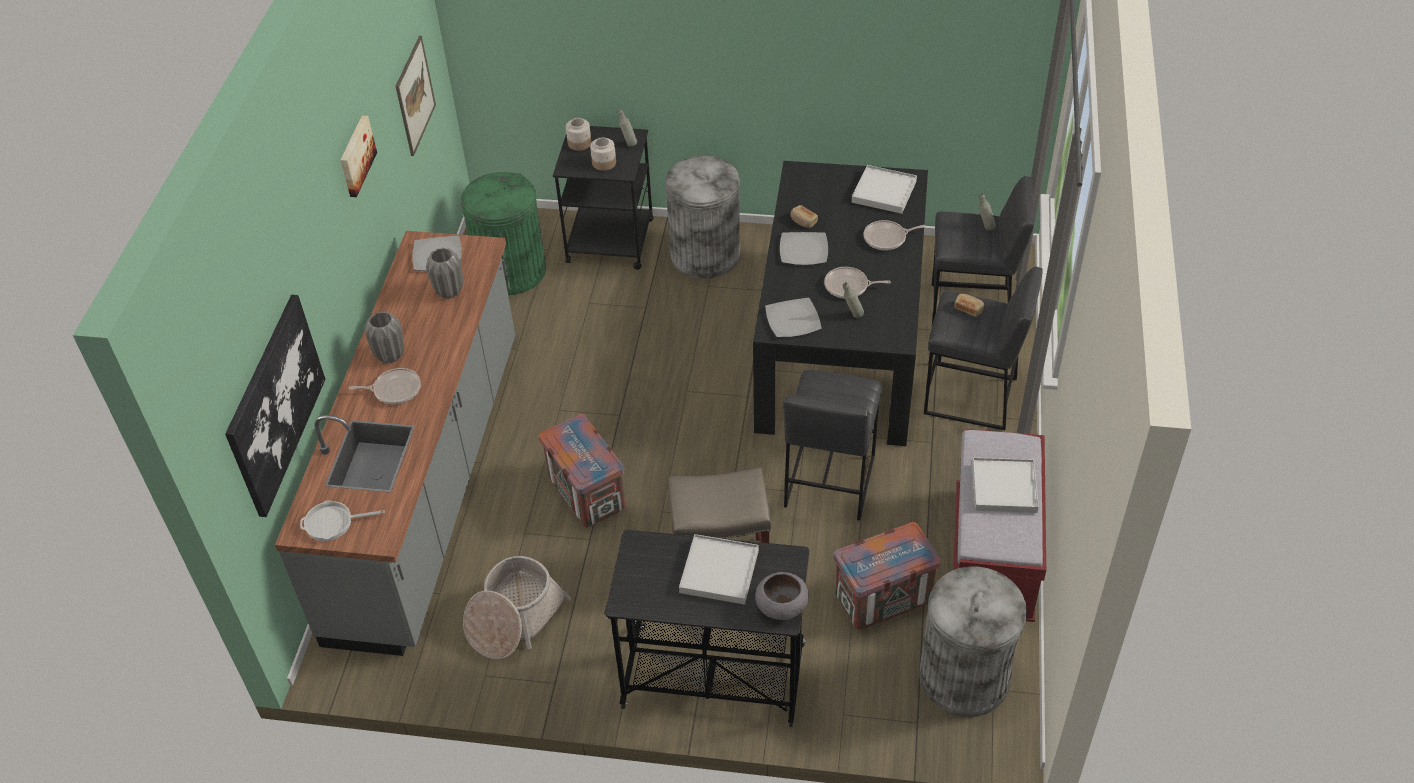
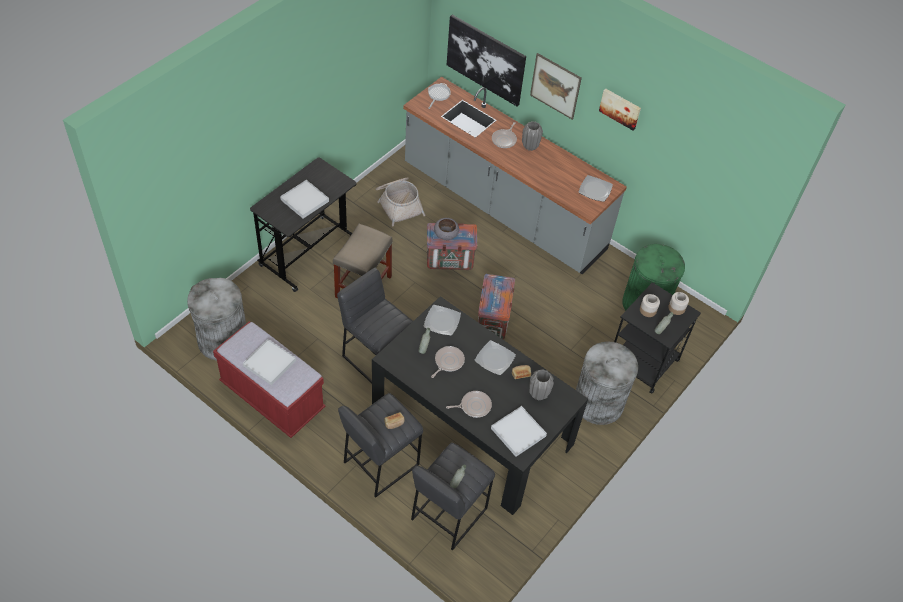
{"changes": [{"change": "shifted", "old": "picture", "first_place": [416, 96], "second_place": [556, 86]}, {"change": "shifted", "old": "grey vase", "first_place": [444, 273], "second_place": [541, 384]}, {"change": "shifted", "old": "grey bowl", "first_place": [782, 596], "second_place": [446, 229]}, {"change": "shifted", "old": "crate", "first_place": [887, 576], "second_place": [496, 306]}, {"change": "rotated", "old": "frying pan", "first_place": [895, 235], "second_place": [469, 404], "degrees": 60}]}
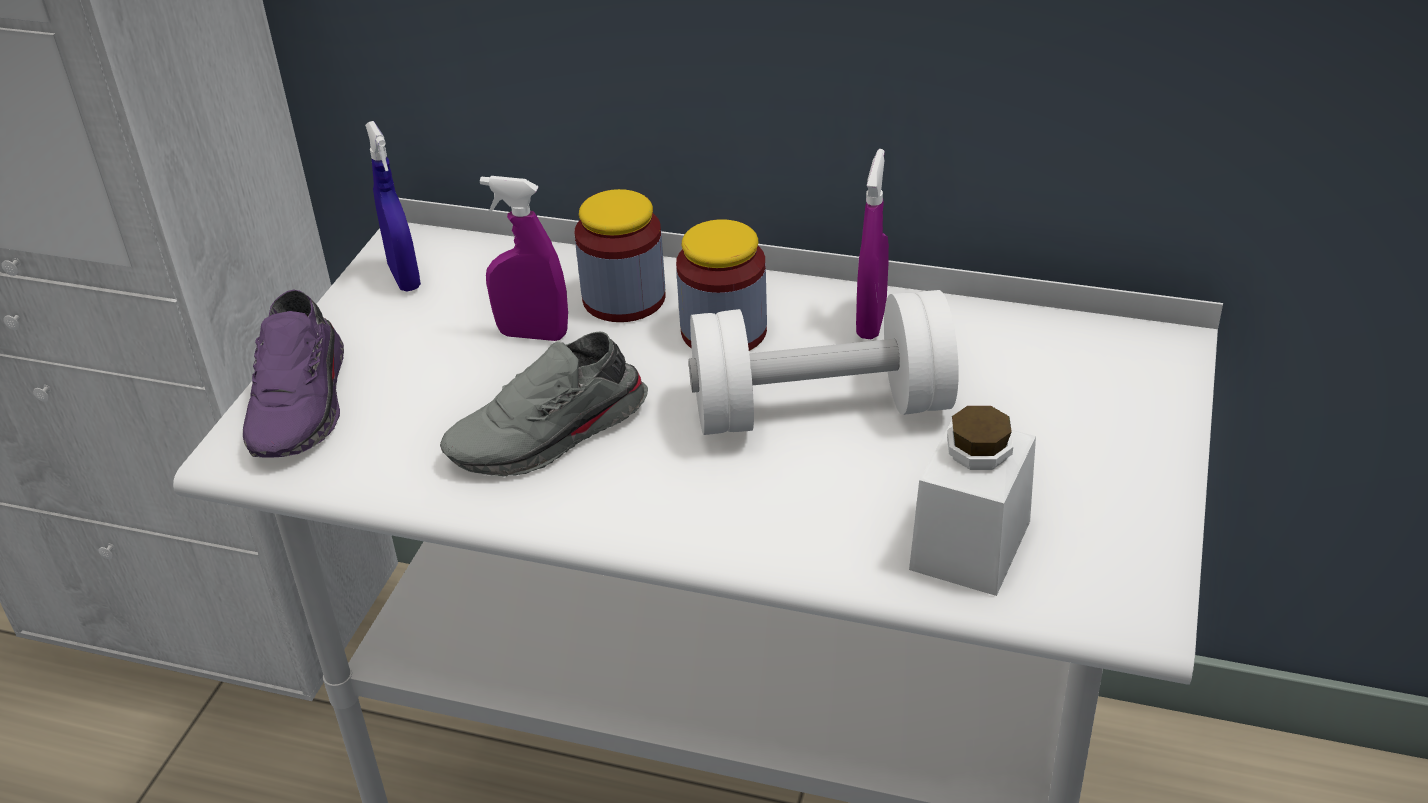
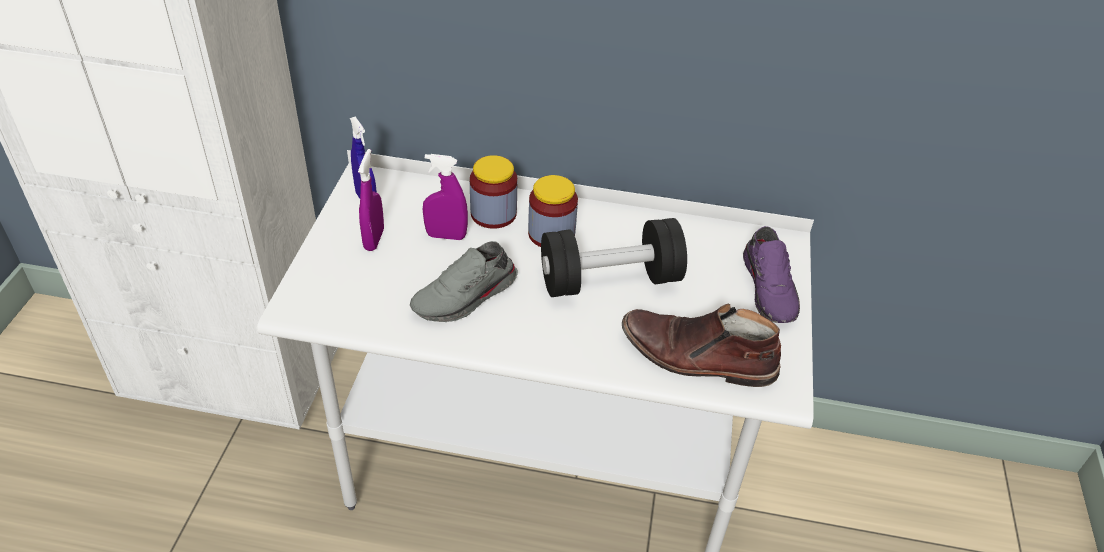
{"changes": [{"change": "shifted", "old": "purple shoe", "first_place": [293, 374], "second_place": [771, 274]}, {"change": "repainted", "old": "white dumbbell", "new": "black dumbbell", "first_place": [824, 362], "second_place": [614, 257]}, {"change": "shifted", "old": "purple spray bottle", "first_place": [872, 244], "second_place": [371, 200]}, {"change": "swapped", "old": "white jar", "new": "brown boot", "first_place": [972, 501], "second_place": [701, 345]}]}
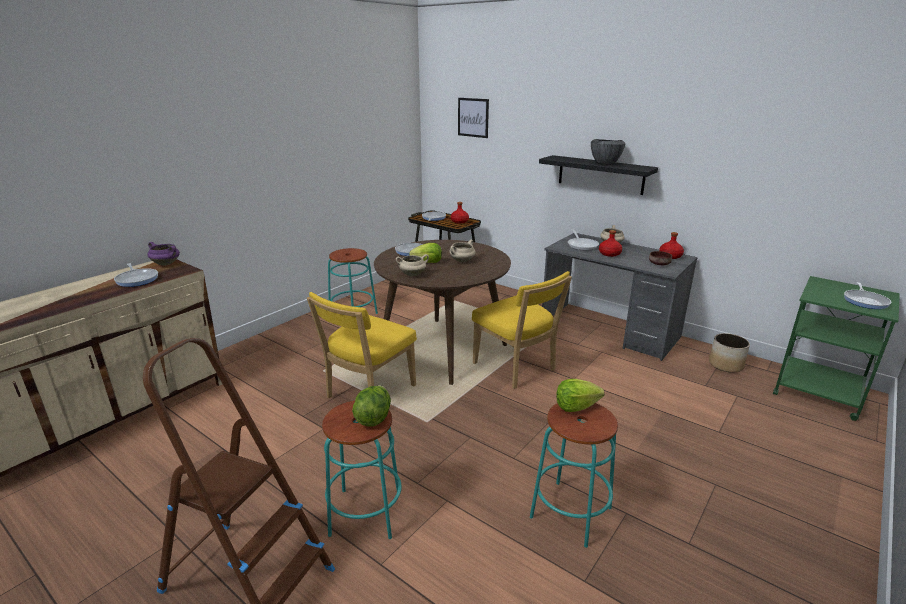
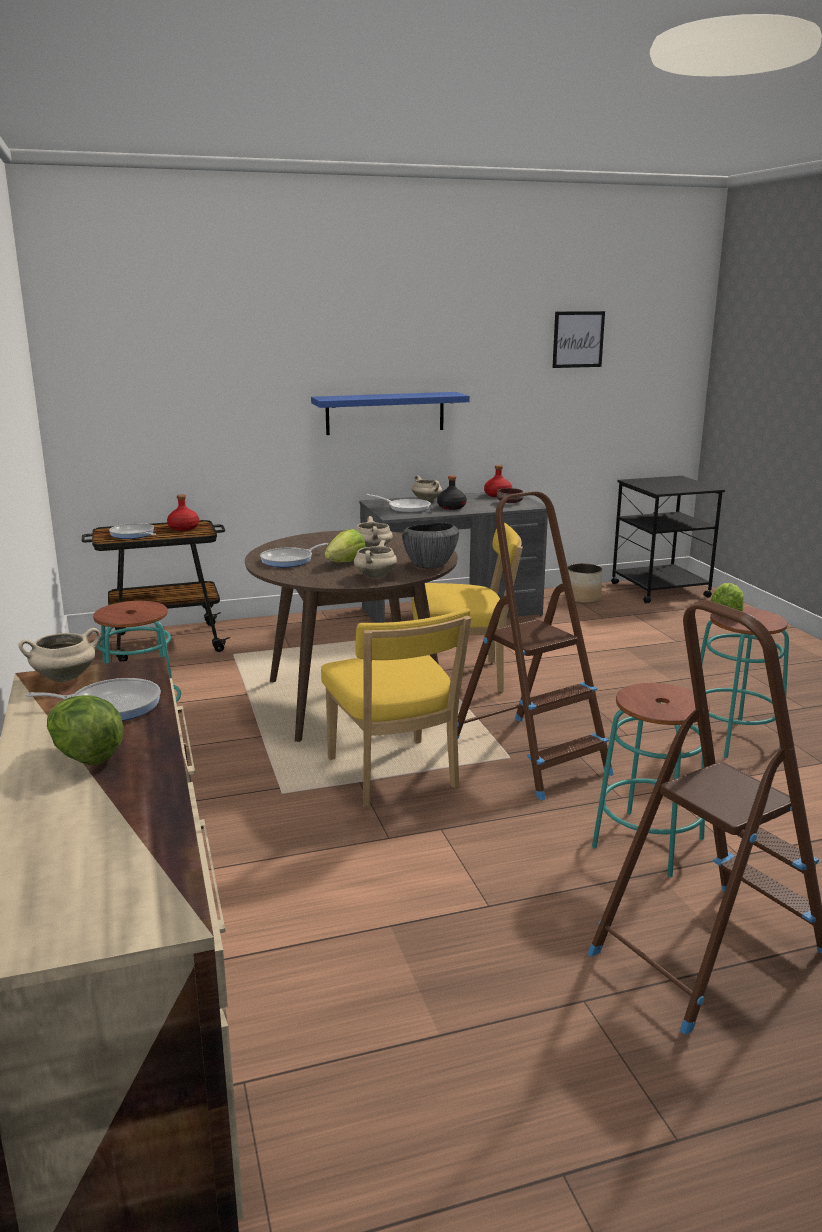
{"changes": [{"change": "repainted", "old": "purple cooking pot", "new": "beige cooking pot", "first_place": [164, 253], "second_place": [59, 655]}, {"change": "shifted", "old": "lettuce", "first_place": [371, 406], "second_place": [85, 730]}, {"change": "shifted", "old": "picture", "first_place": [473, 118], "second_place": [578, 339]}, {"change": "repainted", "old": "black shelf", "new": "blue shelf", "first_place": [598, 175], "second_place": [390, 413]}, {"change": "shifted", "old": "bowl", "first_place": [608, 152], "second_place": [430, 545]}, {"change": "repainted", "old": "red bottle", "new": "black bottle", "first_place": [610, 243], "second_place": [452, 492]}, {"change": "repainted", "old": "green cart", "new": "black cart", "first_place": [836, 348], "second_place": [668, 539]}, {"change": "gone", "old": "frying pan", "first_place": [867, 295]}, {"change": "new", "new": "brown step ladder", "second_place": [535, 645]}]}
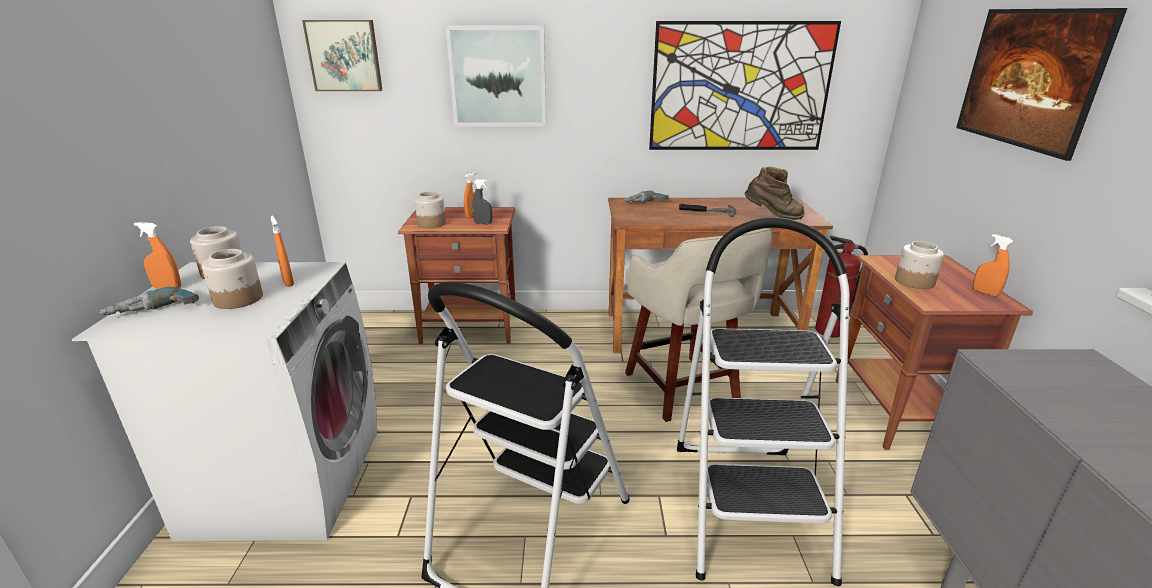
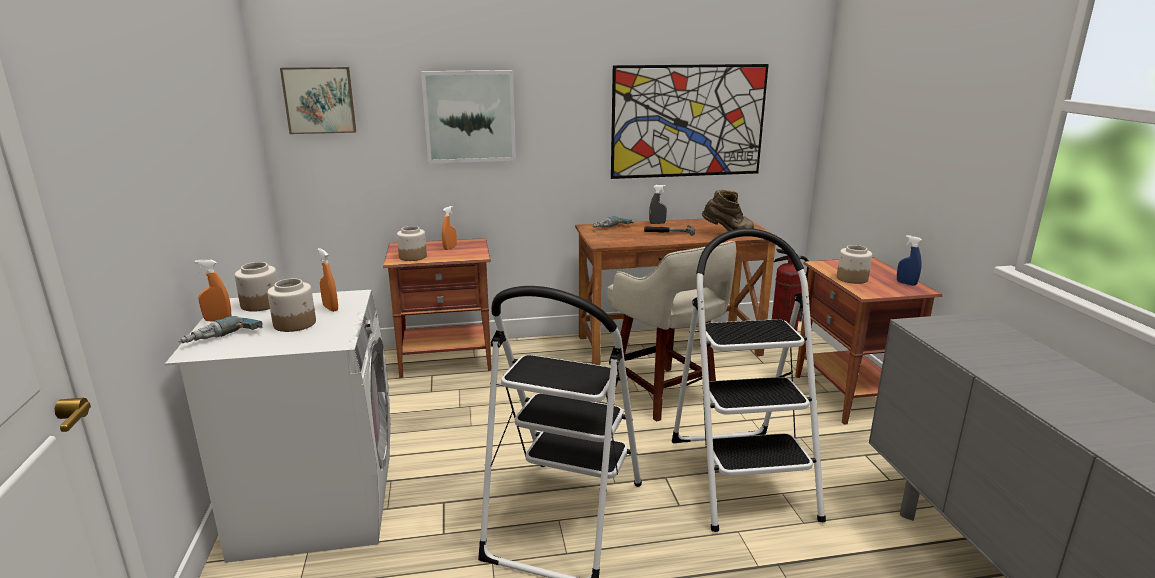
{"changes": [{"change": "shifted", "old": "grey spray bottle", "first_place": [482, 201], "second_place": [658, 204]}, {"change": "gone", "old": "picture", "first_place": [1041, 84]}, {"change": "repainted", "old": "orange spray bottle", "new": "blue spray bottle", "first_place": [993, 265], "second_place": [909, 260]}]}
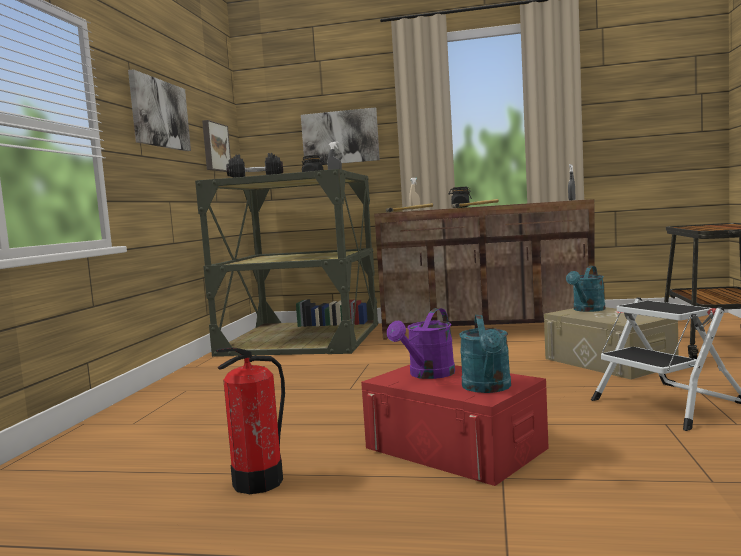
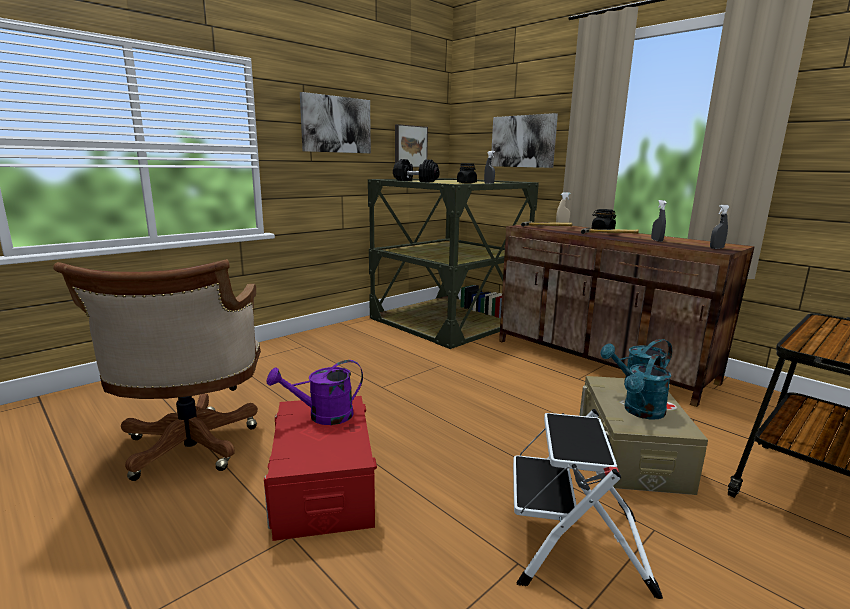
{"changes": [{"change": "swapped", "old": "fire extinguisher", "new": "office chair", "first_place": [250, 420], "second_place": [157, 370]}, {"change": "shifted", "old": "turquoise watering can", "first_place": [485, 353], "second_place": [648, 387]}, {"change": "new", "new": "grey spray bottle", "second_place": [659, 221]}]}
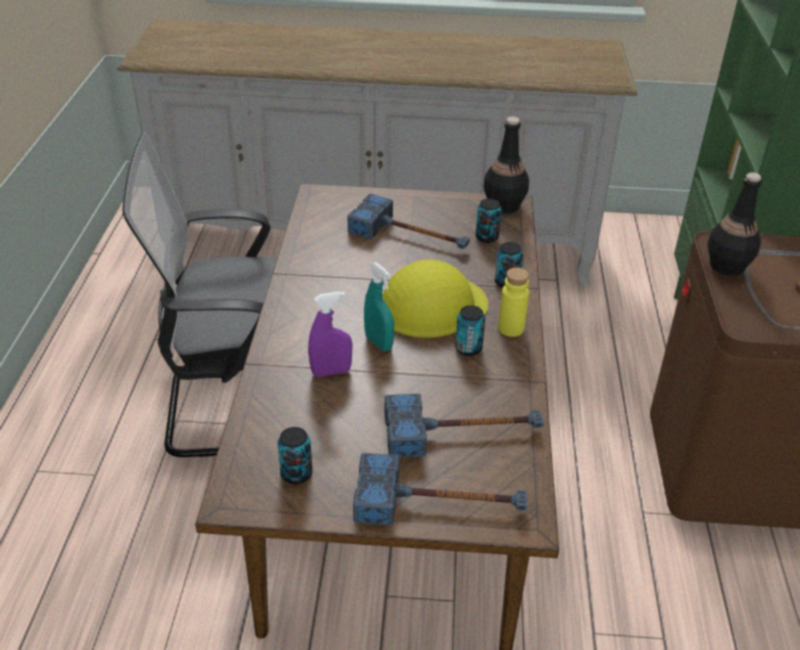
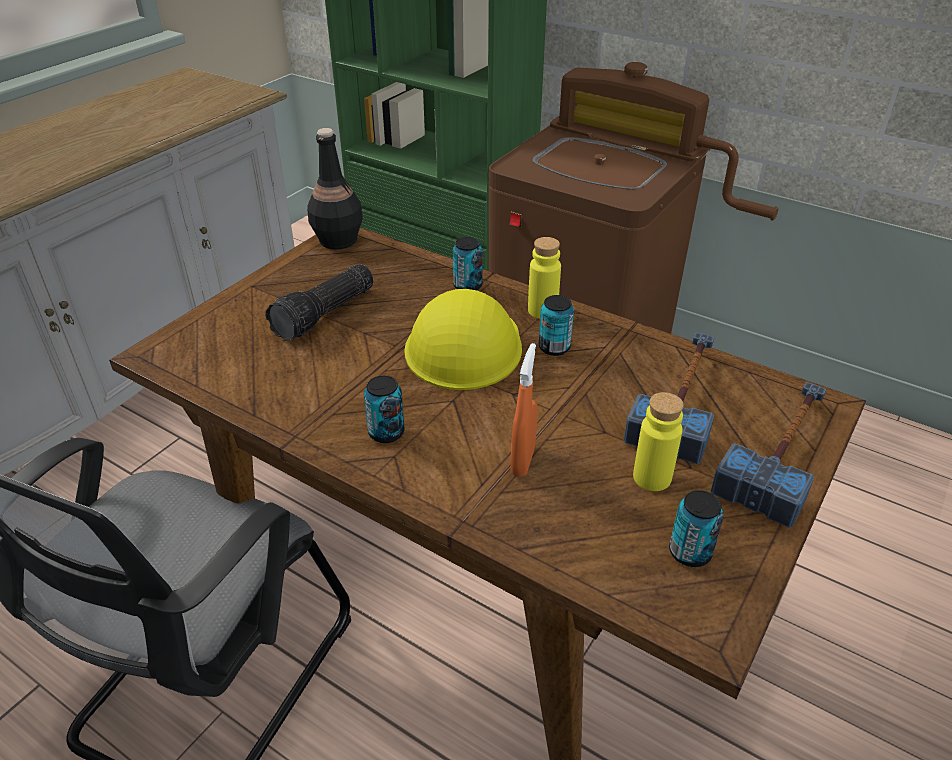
{"changes": [{"change": "repainted", "old": "purple spray bottle", "new": "orange spray bottle", "first_place": [330, 334], "second_place": [524, 410]}, {"change": "swapped", "old": "hammer", "new": "flashlight", "first_place": [408, 221], "second_place": [320, 303]}, {"change": "gone", "old": "turquoise spray bottle", "first_place": [379, 306]}, {"change": "shifted", "old": "can", "first_place": [488, 220], "second_place": [384, 409]}, {"change": "gone", "old": "black bottle", "first_place": [735, 224]}, {"change": "new", "new": "yellow bottle", "second_place": [658, 441]}]}
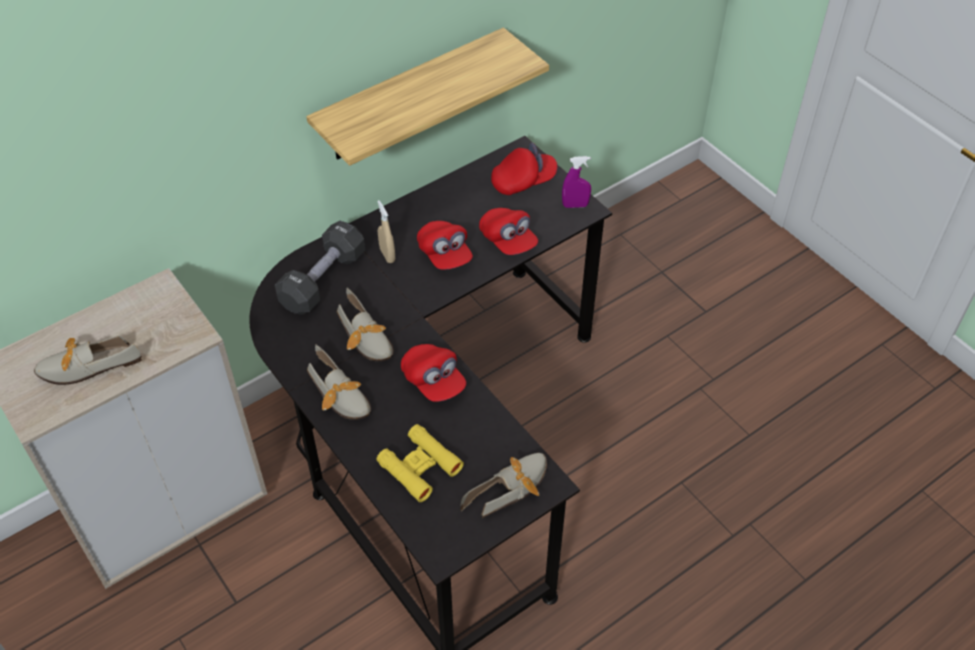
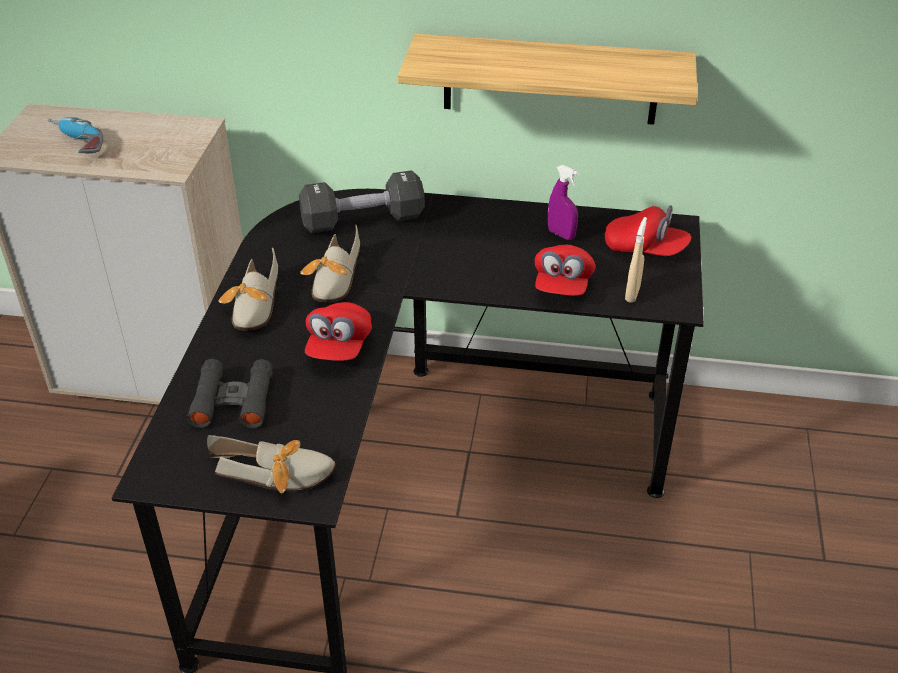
{"changes": [{"change": "swapped", "old": "shoe", "new": "power drill", "first_place": [88, 360], "second_place": [75, 135]}, {"change": "repainted", "old": "yellow binoculars", "new": "black binoculars", "first_place": [420, 463], "second_place": [230, 393]}, {"change": "shifted", "old": "beige spray bottle", "first_place": [386, 231], "second_place": [636, 260]}, {"change": "gone", "old": "red cap", "first_place": [445, 245]}, {"change": "shifted", "old": "purple spray bottle", "first_place": [576, 182], "second_place": [563, 202]}]}
